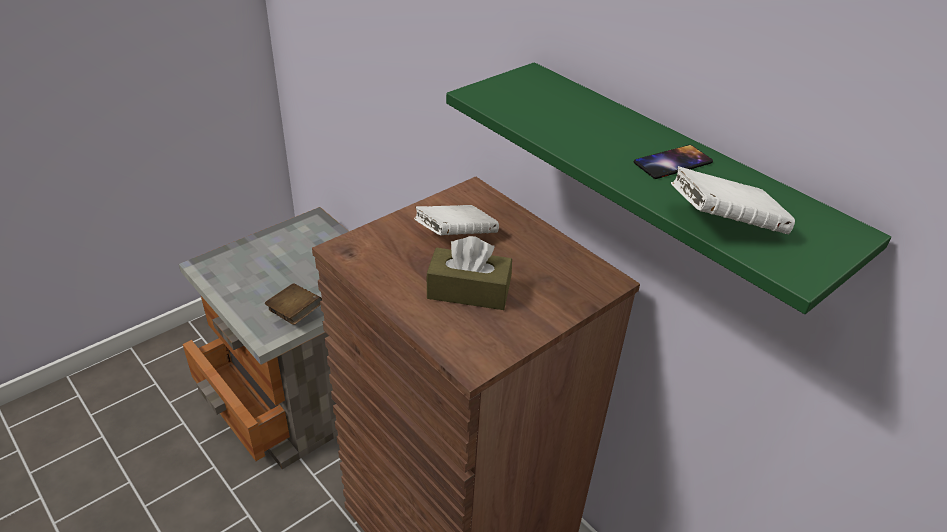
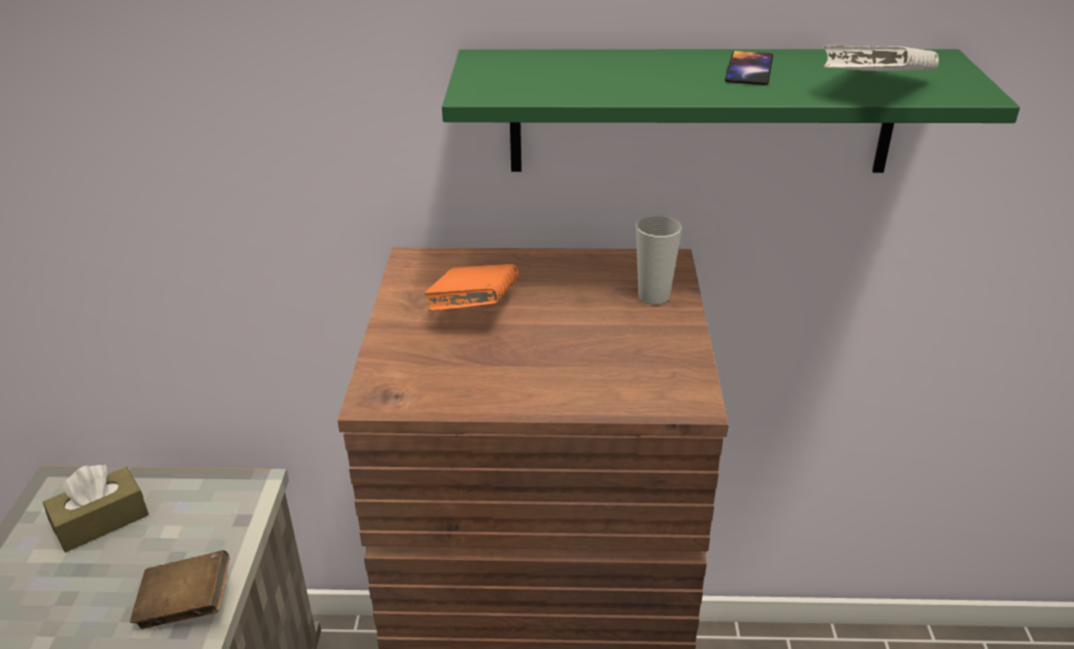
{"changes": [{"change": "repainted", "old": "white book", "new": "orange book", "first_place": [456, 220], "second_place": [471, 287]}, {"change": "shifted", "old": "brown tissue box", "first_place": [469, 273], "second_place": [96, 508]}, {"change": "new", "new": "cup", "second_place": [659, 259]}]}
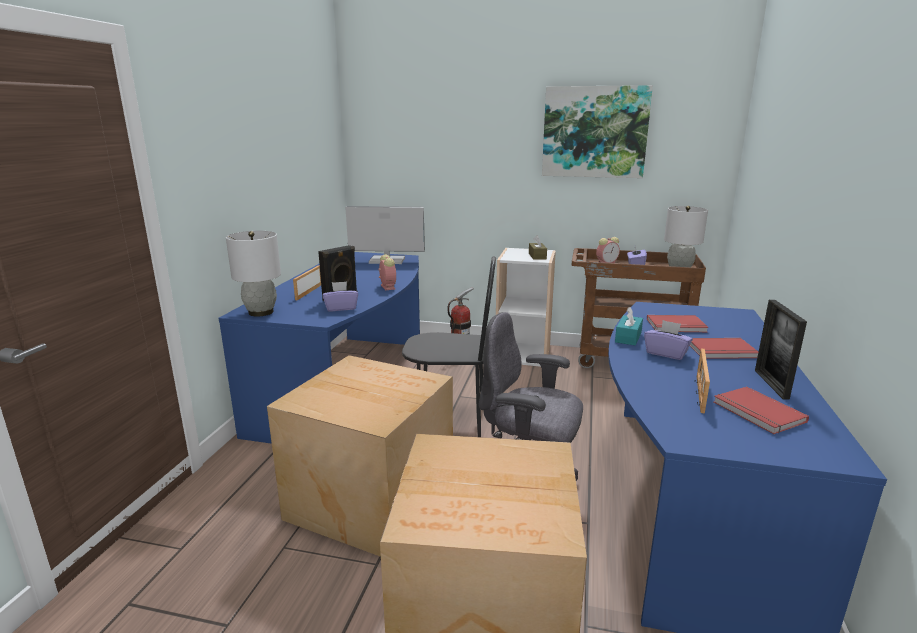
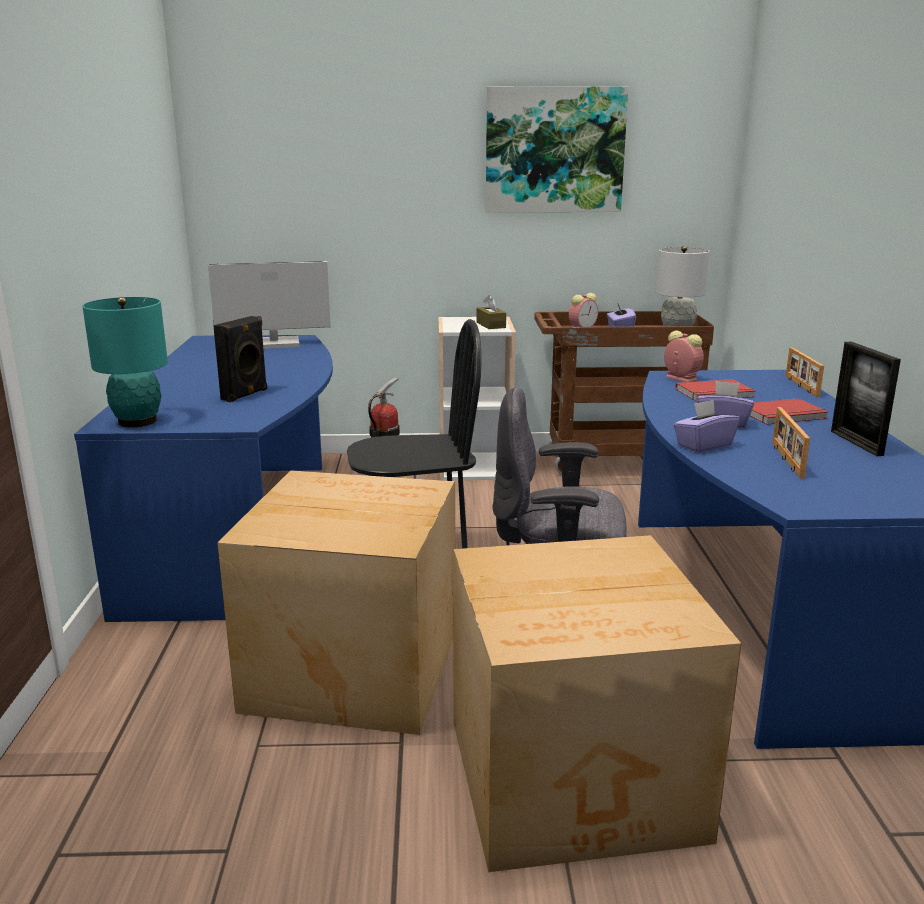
{"changes": [{"change": "repainted", "old": "white table lamp", "new": "turquoise table lamp", "first_place": [253, 274], "second_place": [125, 362]}, {"change": "shifted", "old": "picture frame", "first_place": [307, 283], "second_place": [805, 372]}, {"change": "shifted", "old": "purple tissue box", "first_place": [340, 296], "second_place": [706, 426]}, {"change": "shifted", "old": "alarm clock", "first_place": [387, 272], "second_place": [684, 356]}, {"change": "gone", "old": "turquoise tissue box", "first_place": [629, 326]}, {"change": "gone", "old": "red book", "first_place": [761, 410]}]}
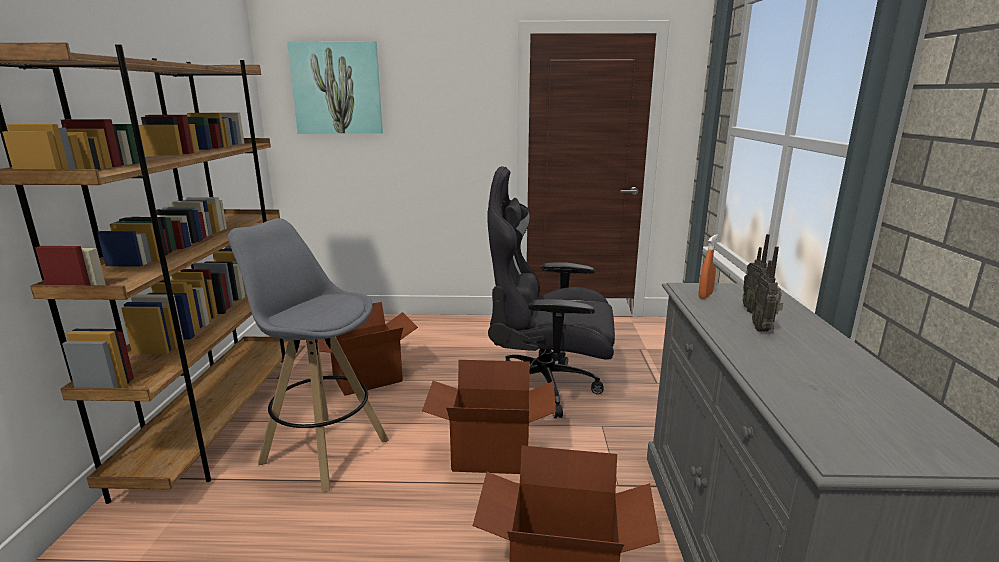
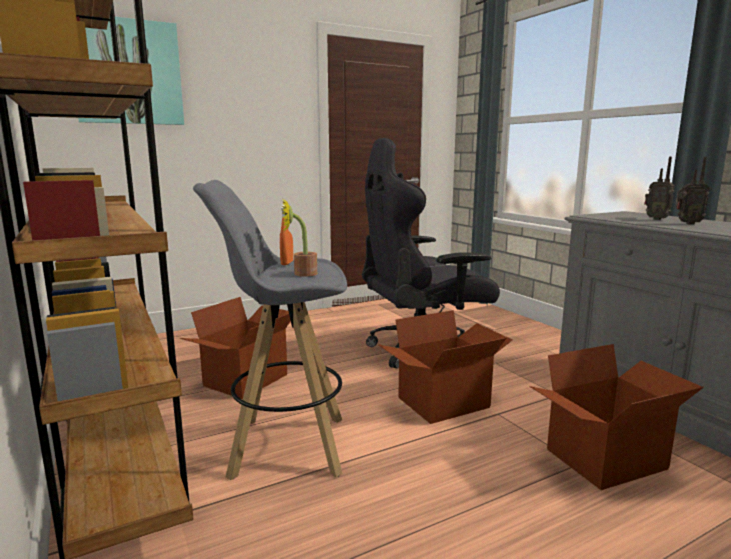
{"changes": [{"change": "shifted", "old": "orange spray bottle", "first_place": [708, 267], "second_place": [286, 235]}, {"change": "rotated", "old": "radio", "first_place": [767, 289], "second_place": [692, 191], "degrees": -60}, {"change": "new", "new": "potted plant", "second_place": [299, 238]}]}
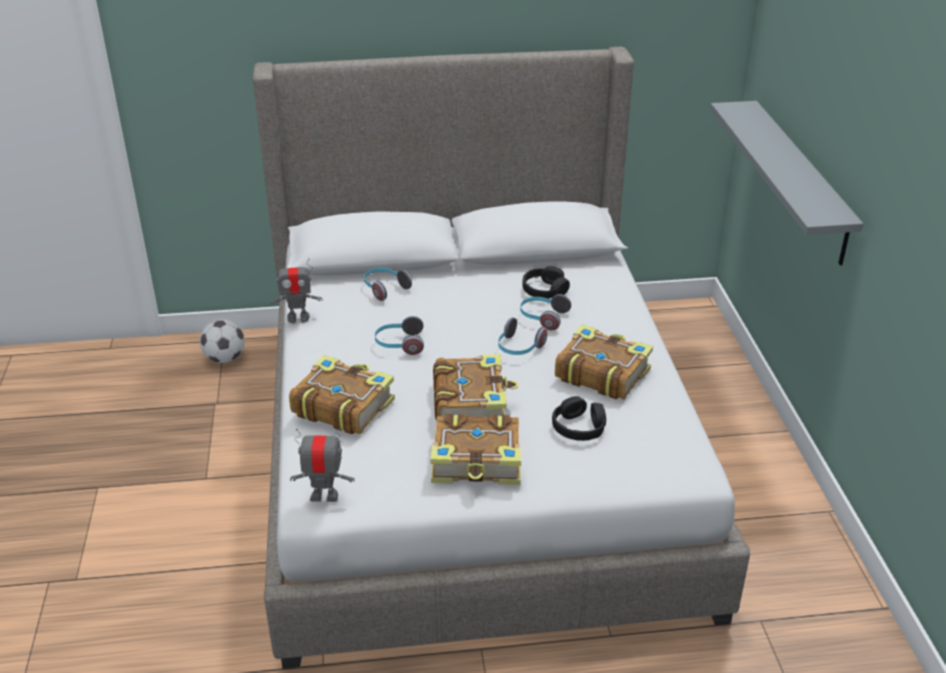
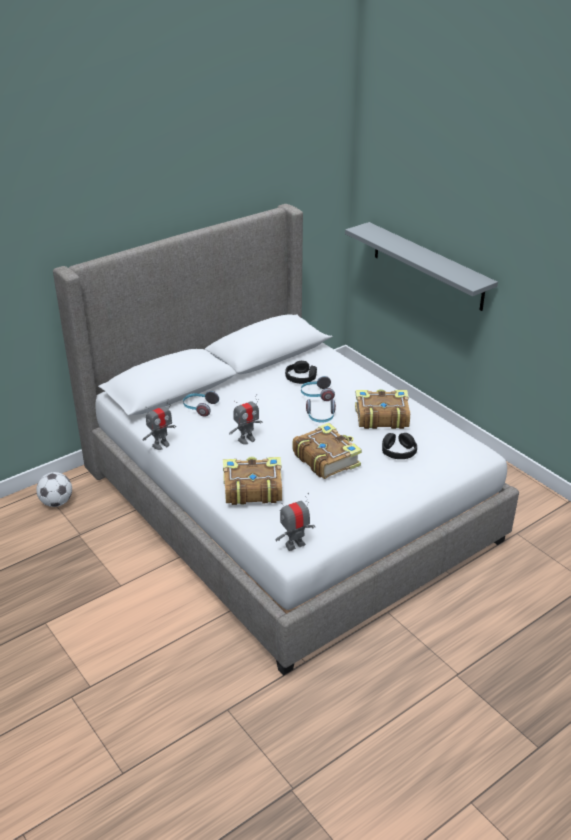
{"changes": [{"change": "swapped", "old": "headphones", "new": "toy robot", "first_place": [399, 335], "second_place": [246, 419]}, {"change": "gone", "old": "book", "first_place": [475, 449]}]}
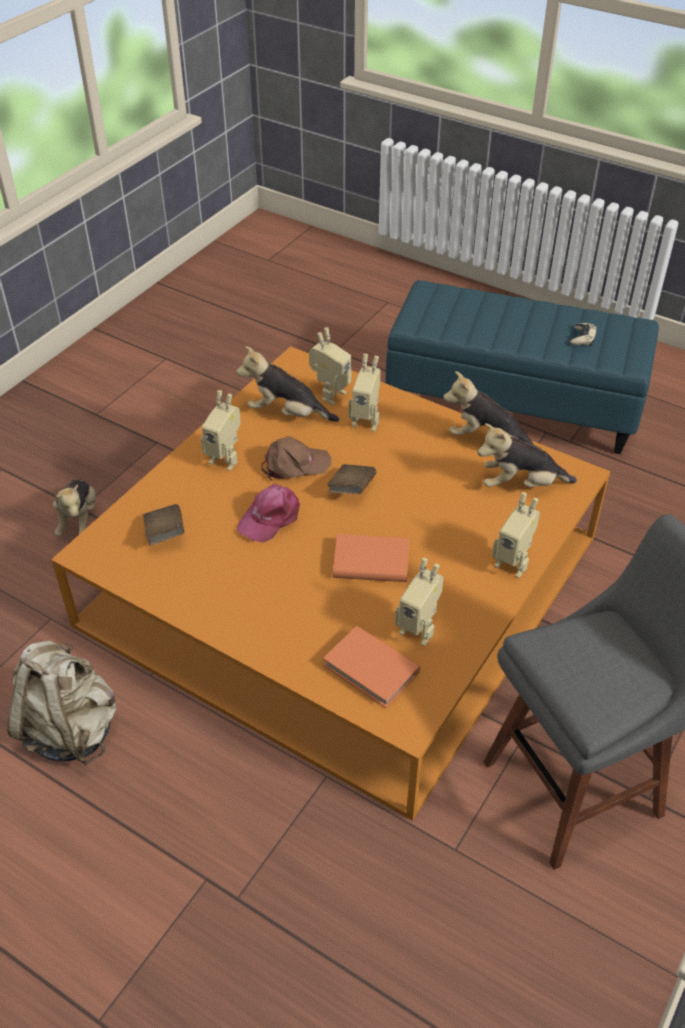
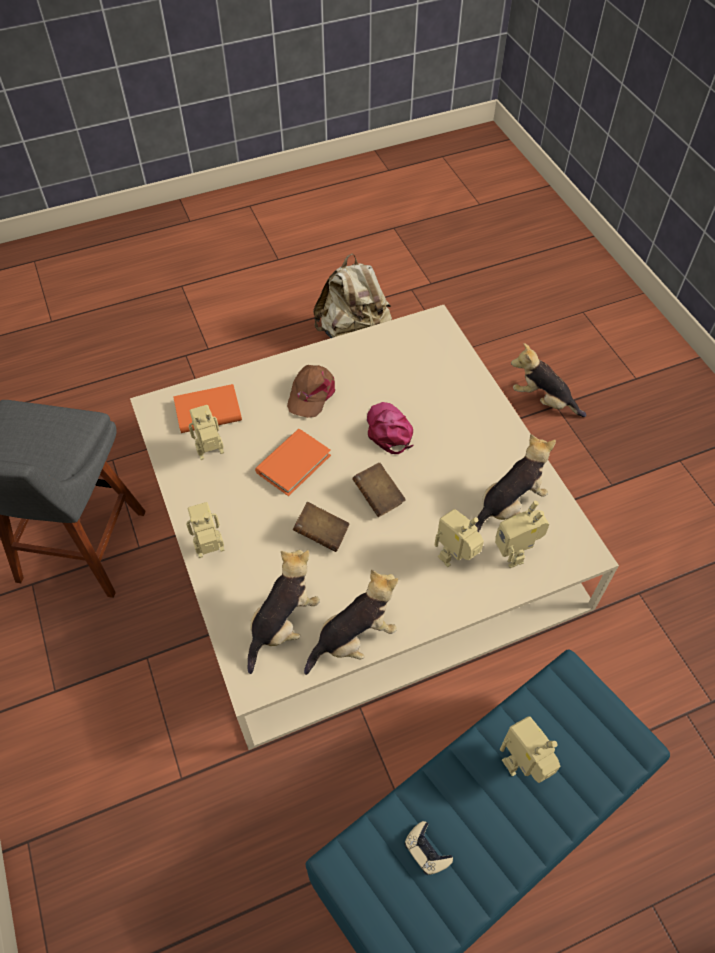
{"changes": [{"change": "repainted", "old": "orange coffee table", "new": "beige coffee table", "first_place": [330, 583], "second_place": [374, 527]}, {"change": "shifted", "old": "brown book", "first_place": [163, 525], "second_place": [321, 527]}, {"change": "shifted", "old": "toy robot", "first_place": [221, 430], "second_place": [530, 749]}, {"change": "shifted", "old": "brown cap", "first_place": [296, 458], "second_place": [311, 391]}]}
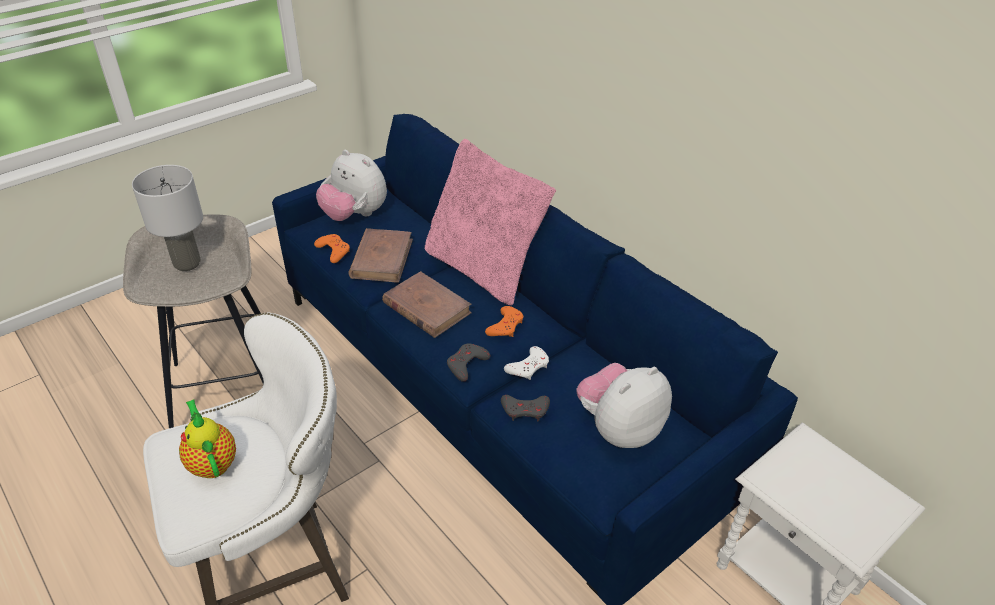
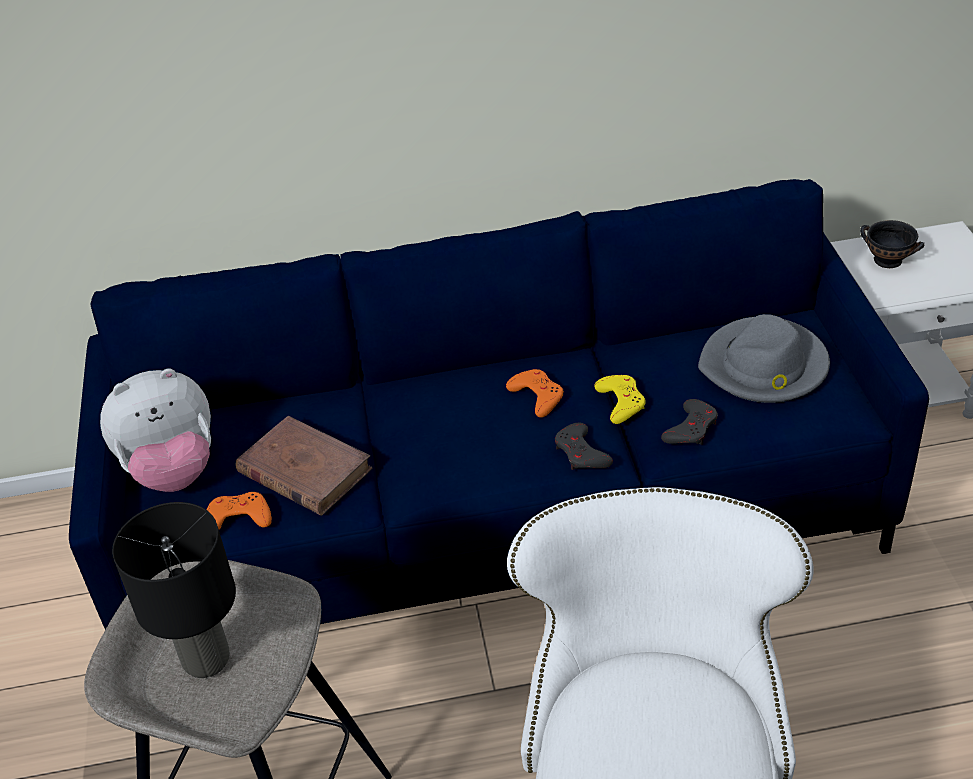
{"changes": [{"change": "repainted", "old": "white table lamp", "new": "black table lamp", "first_place": [167, 218], "second_place": [174, 590]}, {"change": "gone", "old": "teapot", "first_place": [207, 438]}, {"change": "gone", "old": "brown book", "first_place": [427, 304]}, {"change": "gone", "old": "pink pillow", "first_place": [490, 222]}, {"change": "repainted", "old": "white game controller", "new": "yellow game controller", "first_place": [526, 363], "second_place": [620, 399]}, {"change": "swapped", "old": "plush toy", "new": "grey hat", "first_place": [624, 405], "second_place": [764, 358]}, {"change": "new", "new": "black bowl", "second_place": [892, 244]}]}
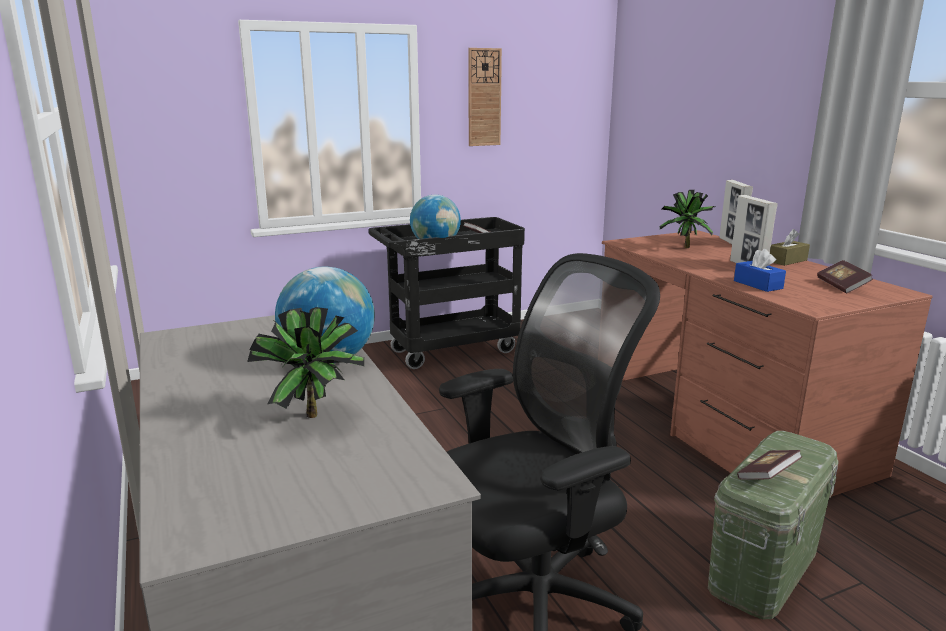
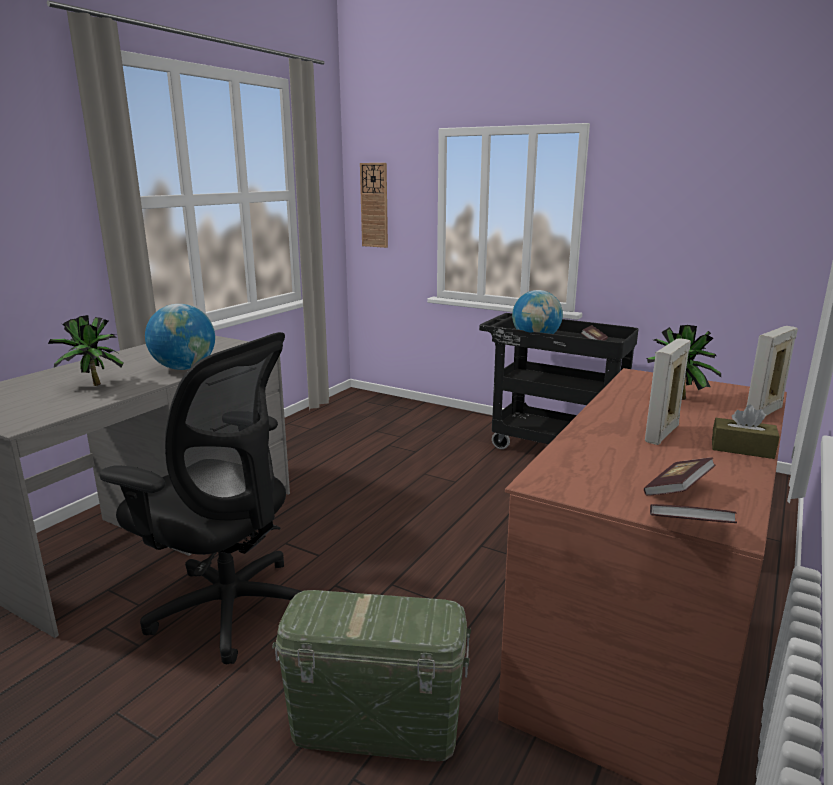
{"changes": [{"change": "shifted", "old": "wall clock", "first_place": [485, 97], "second_place": [374, 205]}, {"change": "gone", "old": "blue tissue box", "first_place": [760, 270]}, {"change": "shifted", "old": "book", "first_place": [769, 465], "second_place": [693, 513]}]}
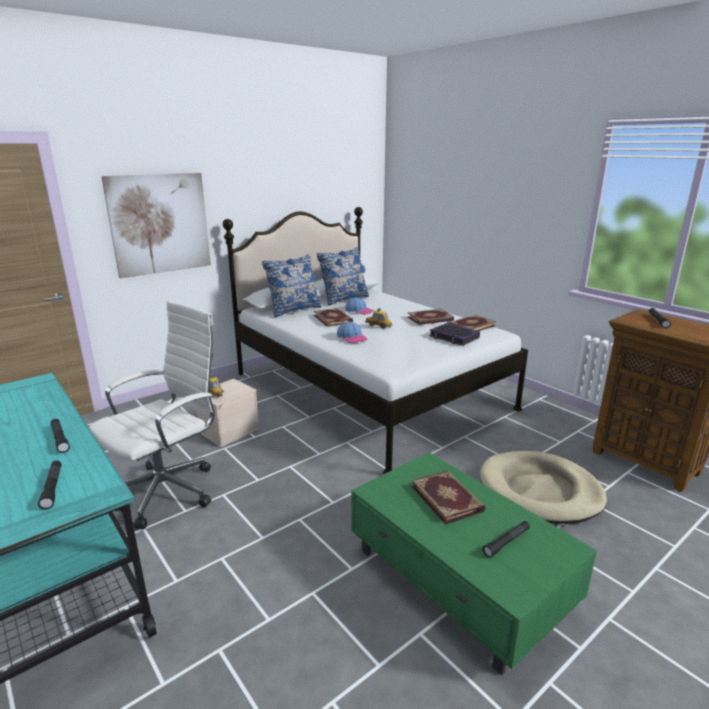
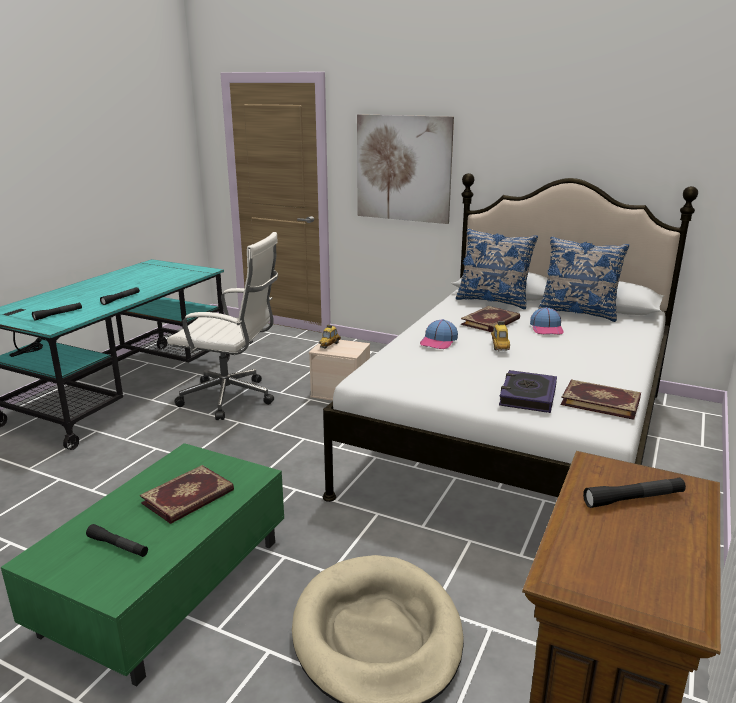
{"changes": [{"change": "gone", "old": "book", "first_place": [430, 317]}]}
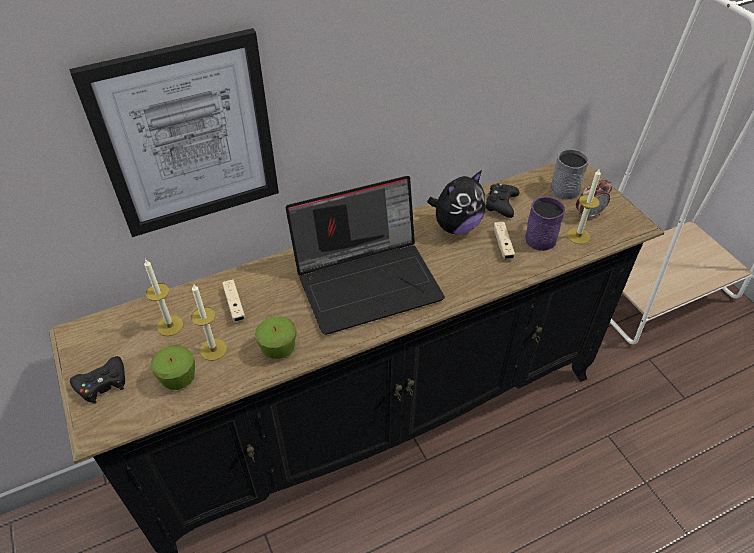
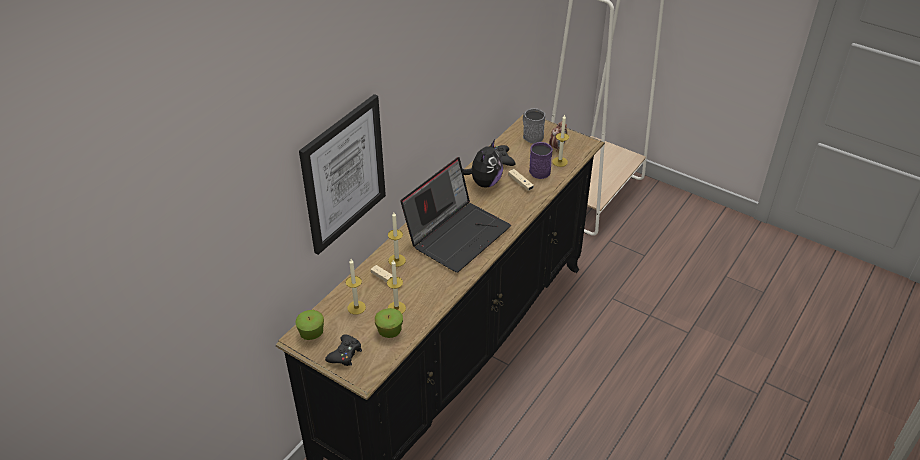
{"changes": [{"change": "shifted", "old": "apple", "first_place": [276, 337], "second_place": [309, 325]}, {"change": "new", "new": "candle", "second_place": [397, 239]}]}
